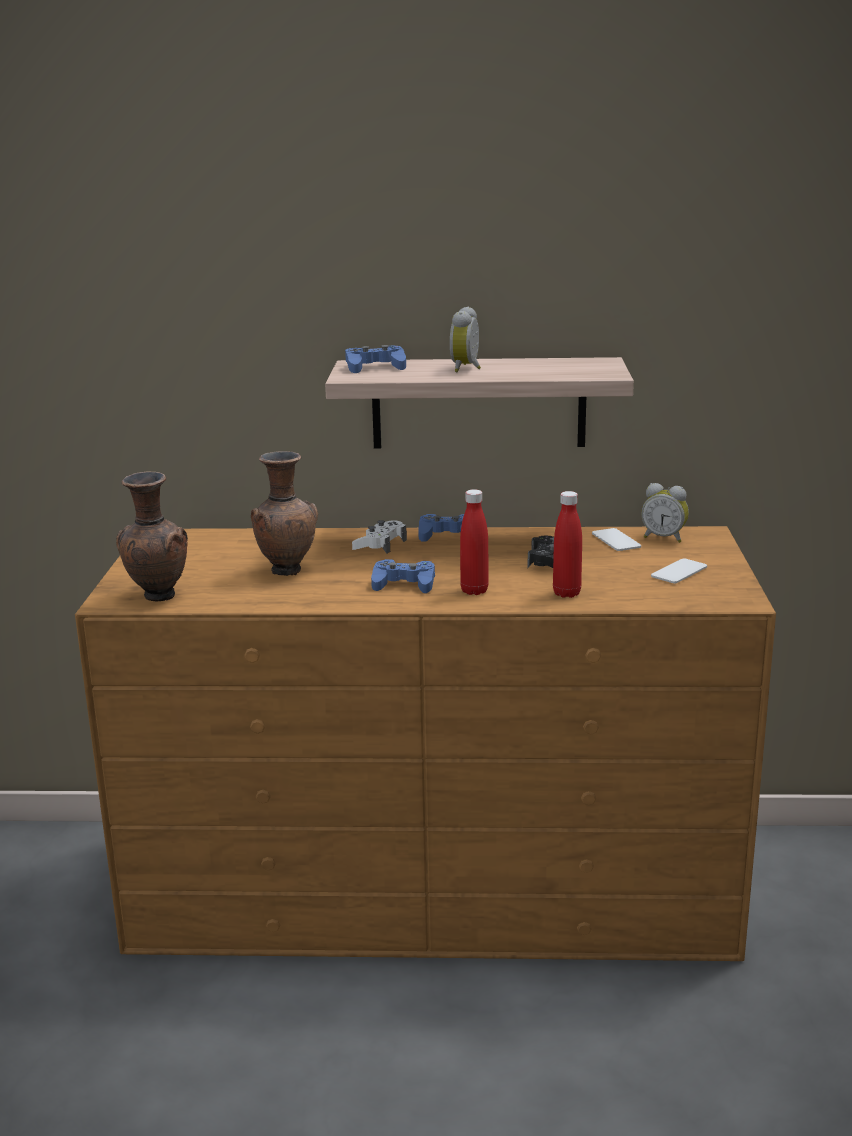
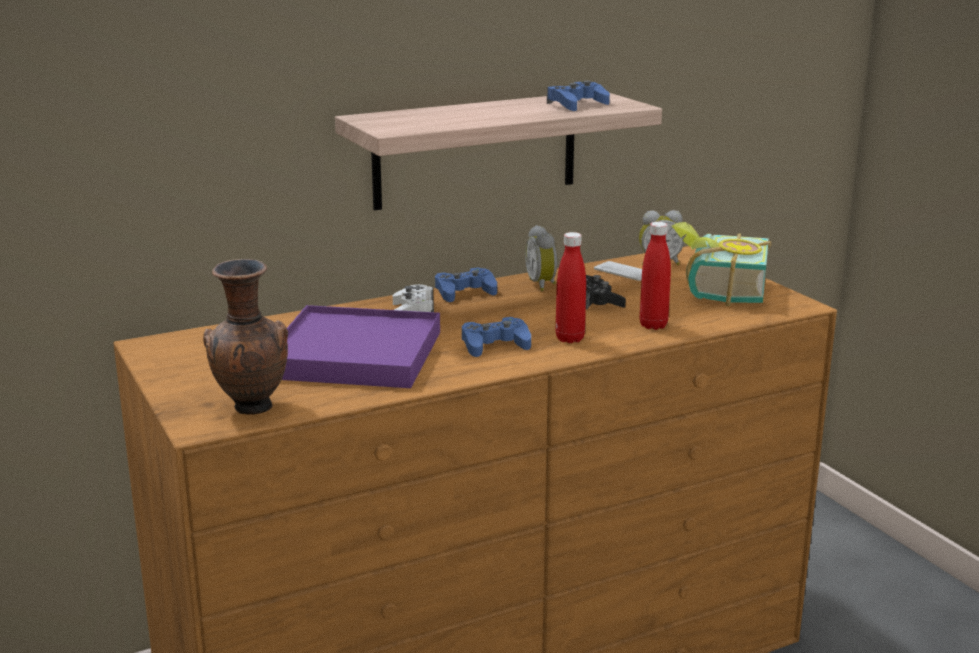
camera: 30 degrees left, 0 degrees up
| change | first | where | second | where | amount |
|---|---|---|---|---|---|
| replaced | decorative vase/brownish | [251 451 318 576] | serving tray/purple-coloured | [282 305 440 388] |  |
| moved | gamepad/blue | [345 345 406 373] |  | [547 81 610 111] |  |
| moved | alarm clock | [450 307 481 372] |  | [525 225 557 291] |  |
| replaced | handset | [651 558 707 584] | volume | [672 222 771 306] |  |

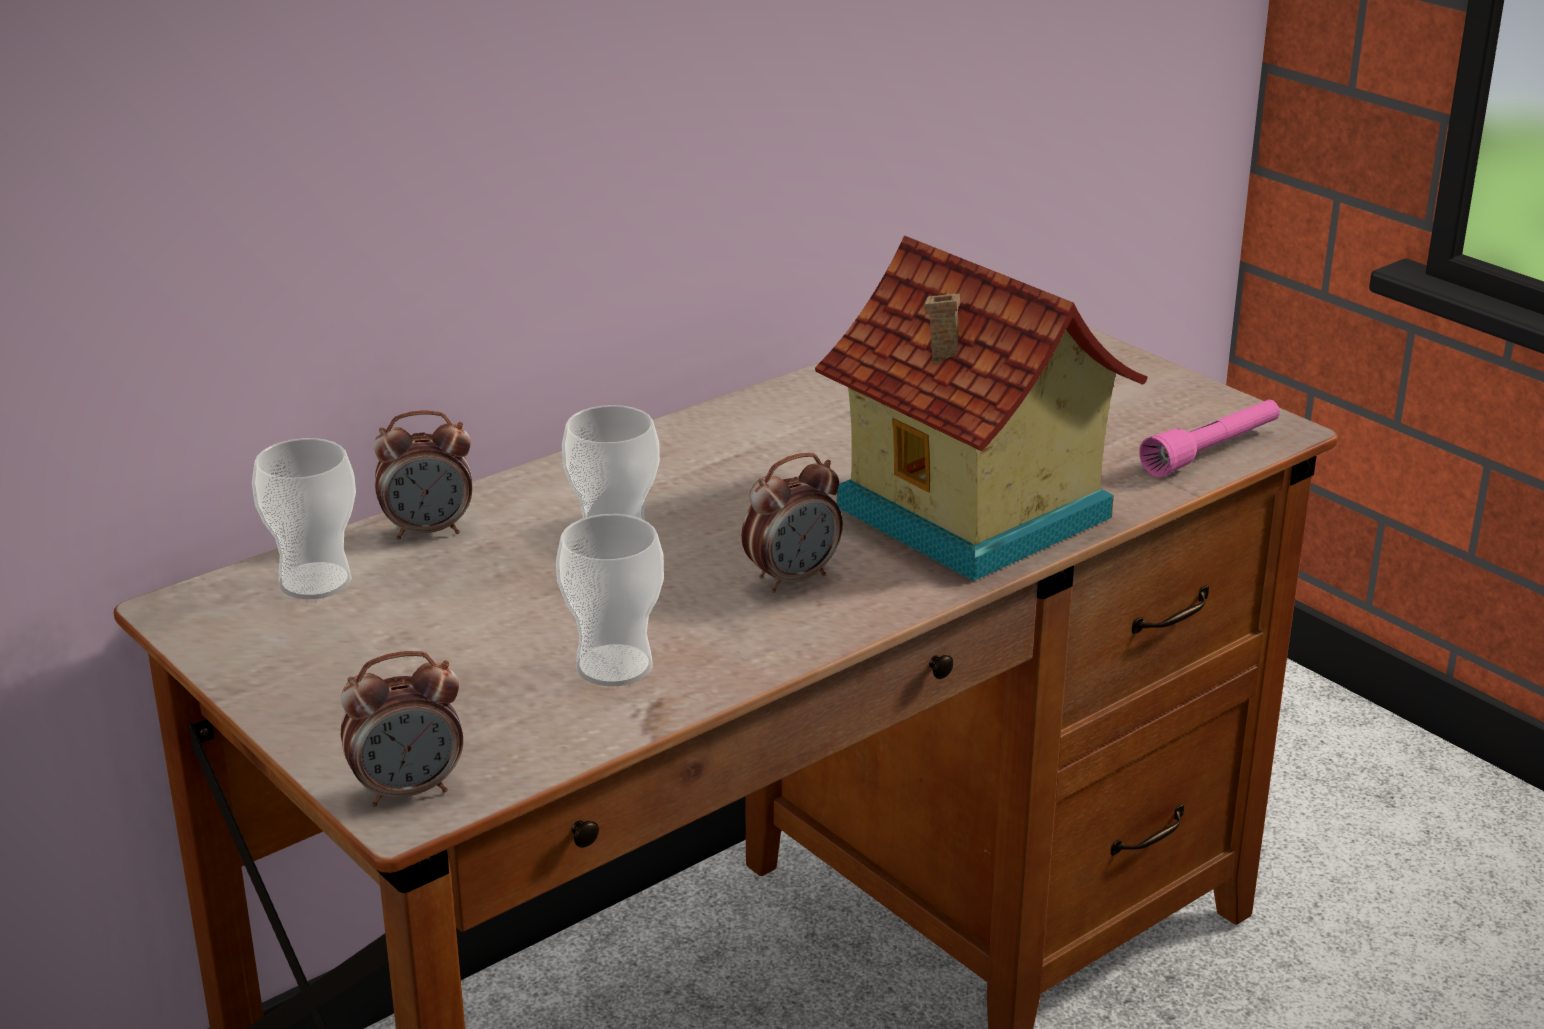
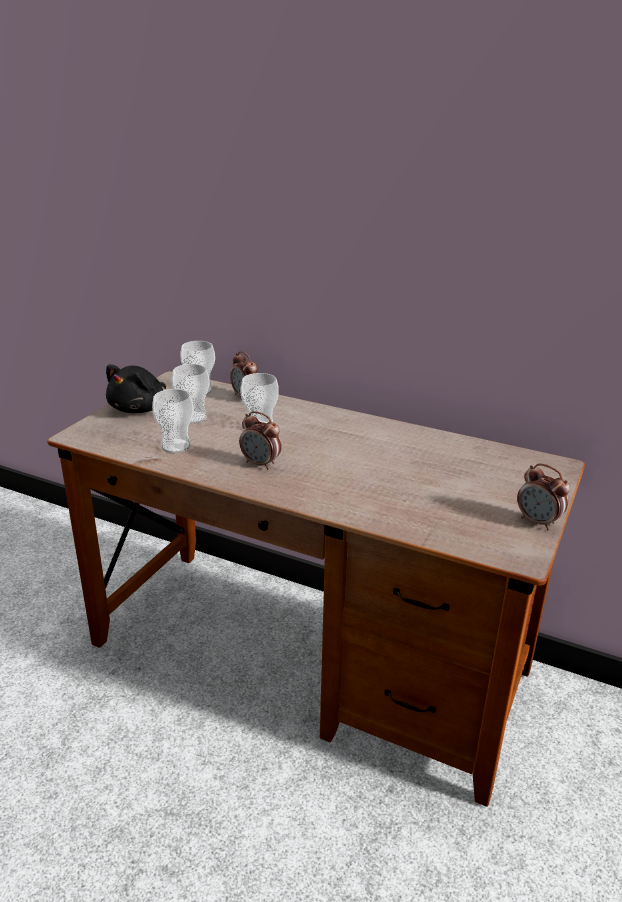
camera: 65 degrees right, 0 degrees up
| change | first | where | second | where | amount |
|---|---|---|---|---|---|
| moved | alarm clock | [341 651 463 807] |  | [517 464 570 530] |  |
| removed | model house | [815 235 1148 581] |  |  |  |
| removed | flashlight/pink | [1139 400 1280 477] |  |  |  |
| added |  |  | soft toy/black-coloured | [106 364 166 413] |  |
| added |  |  | drinking cup | [172 364 210 423] |  |

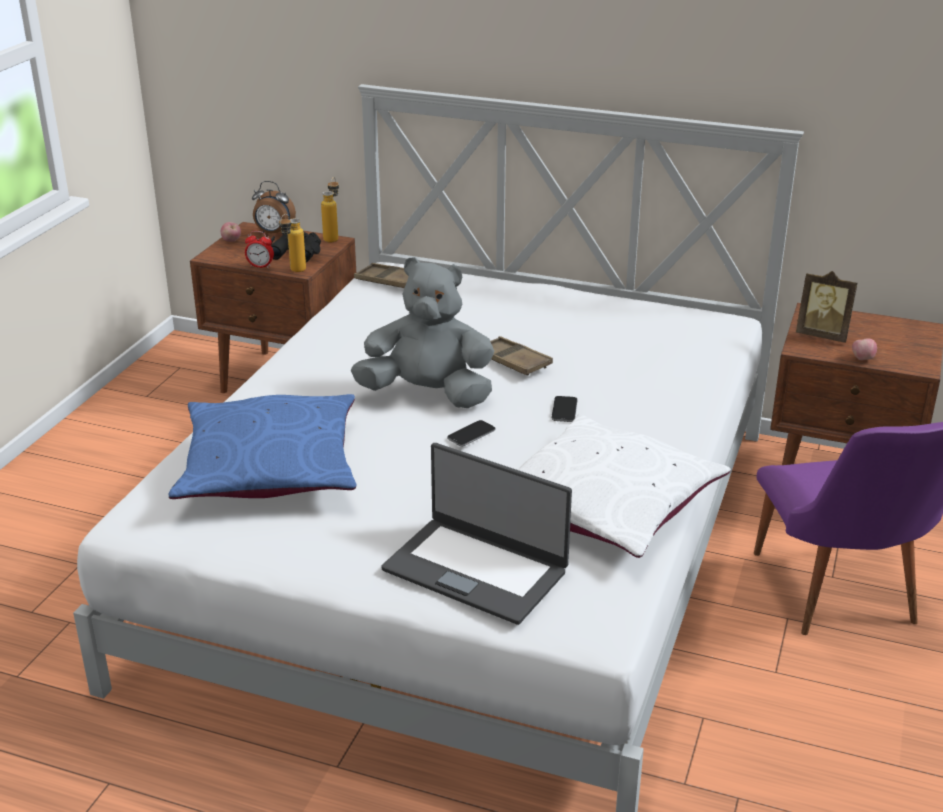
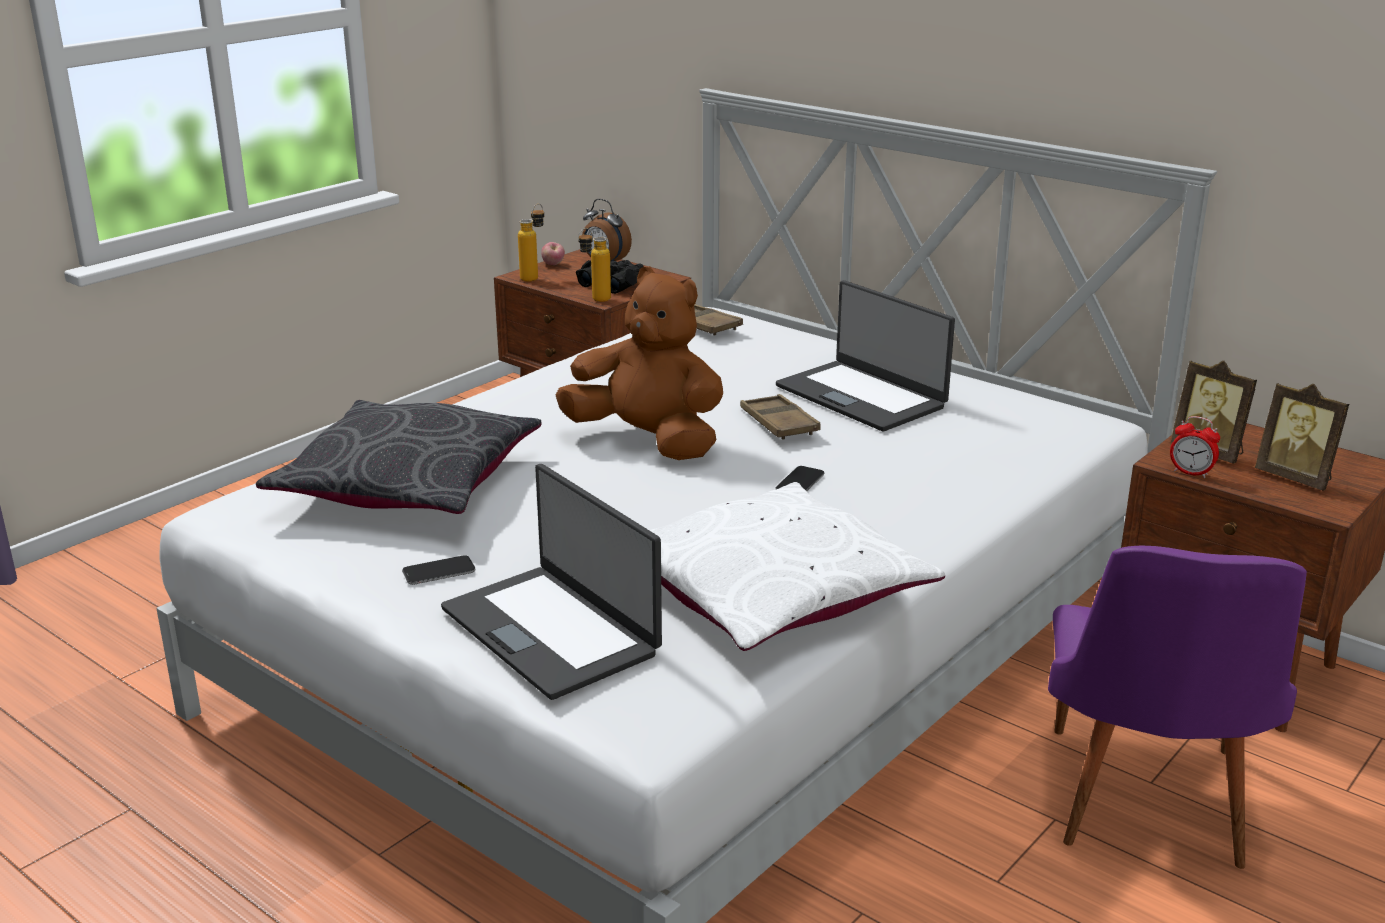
camera: 20 degrees right, 5 degrees down
| change | first | where | second | where | amount |
|---|---|---|---|---|---|
| recoloured | pillow/blue | [168 394 357 499] | pillow/grey | [256 400 542 514] |  |
| moved | alarm clock | [245 231 274 268] |  | [1170 416 1220 478] |  |
| moved | bottle | [321 177 339 243] |  | [518 204 544 282] |  |
| recoloured | soft toy/grey | [351 257 494 408] | soft toy/brownish | [556 266 723 460] |  |
| moved | handset | [447 420 495 446] |  | [402 555 475 585] |  |
| removed | apple fruit | [852 338 877 360] |  |  |  |
| added |  |  | laptop | [776 280 955 431] |  |
| added |  |  | standing frame | [1255 383 1349 491] |  |

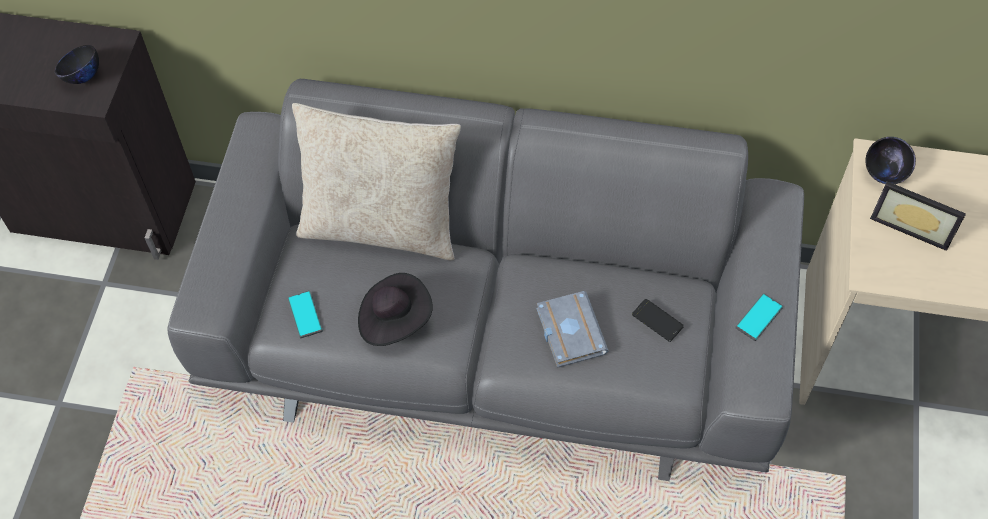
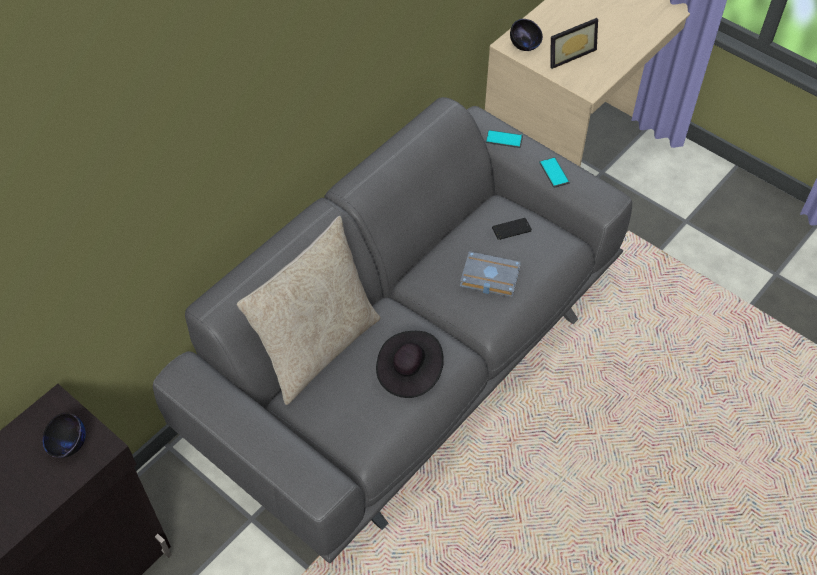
camera: 60 degrees left, 5 degrees down
| change | first | where | second | where | amount |
|---|---|---|---|---|---|
| moved | handset | [288 291 323 338] |  | [486 130 523 148] |  |

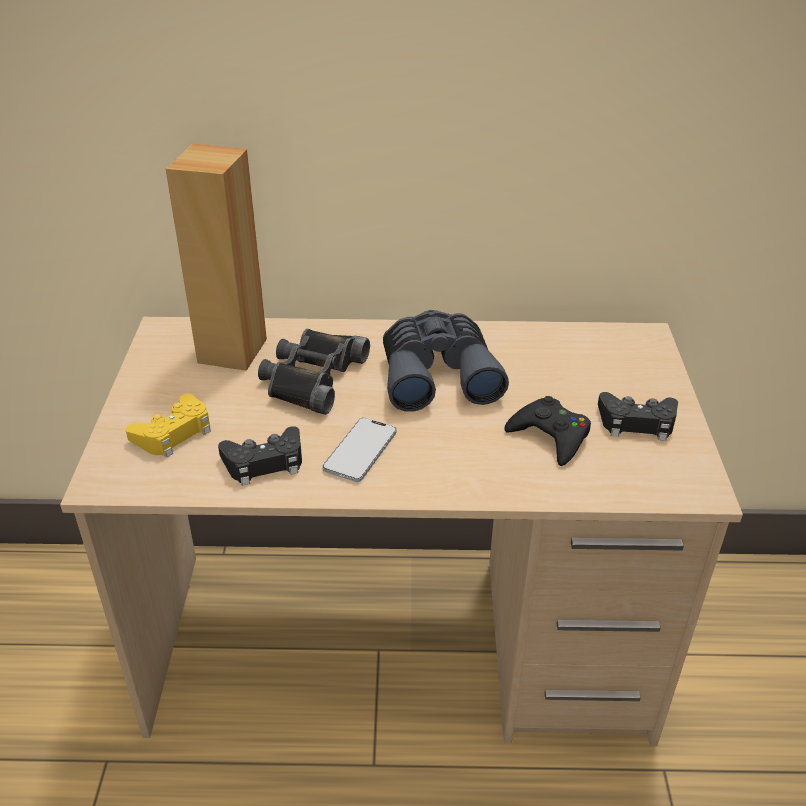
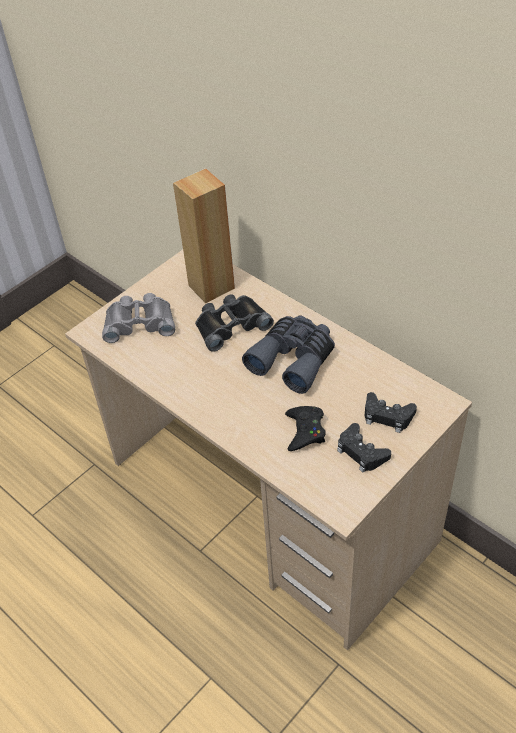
camera: 45 degrees right, 10 degrees up
| change | first | where | second | where | amount |
|---|---|---|---|---|---|
| replaced | gamepad/yellowish | [125 394 211 458] | binoculars/grey | [102 293 175 343] |  |
| moved | gamepad/black-coloured | [218 426 302 486] |  | [365 392 417 433] |  |
| removed | handset | [322 418 397 482] |  |  |  |

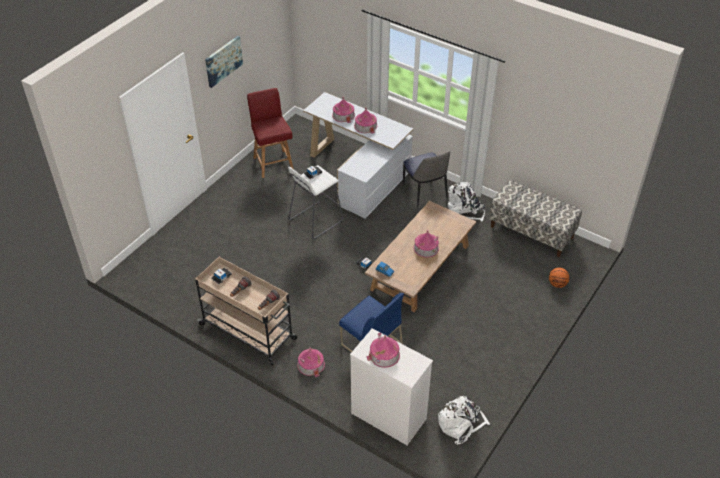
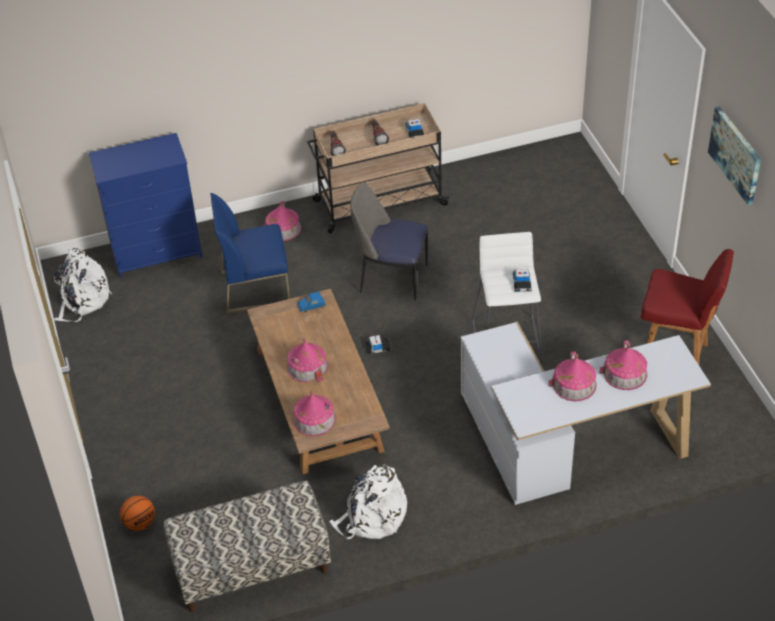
camera: 130 degrees right, 0 degrees up
| change | first | where | second | where | amount |
|---|---|---|---|---|---|
| recoloured | chest of drawers/whitish | [350 328 433 445] | chest of drawers/blue | [89 133 203 278] |  |
| moved | model house | [367 332 400 368] |  | [293 391 336 436] |  |
| moved | upright chair | [403 151 450 207] |  | [350 182 428 301] |  |

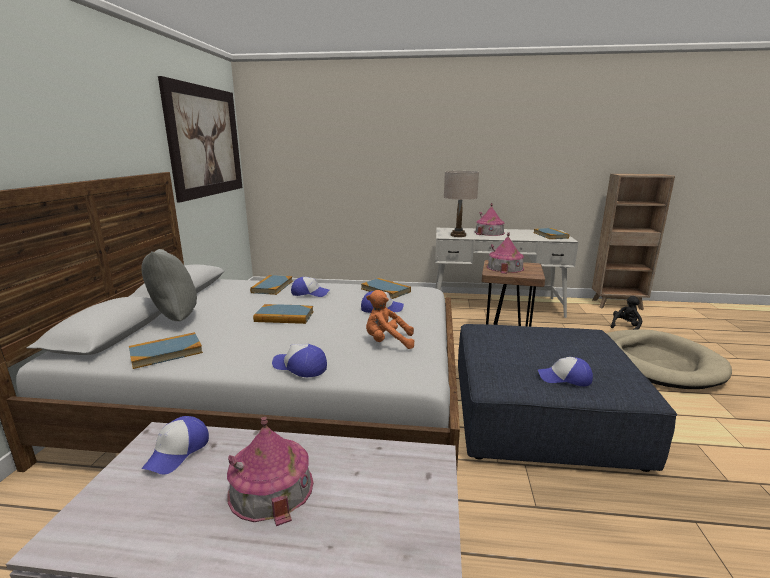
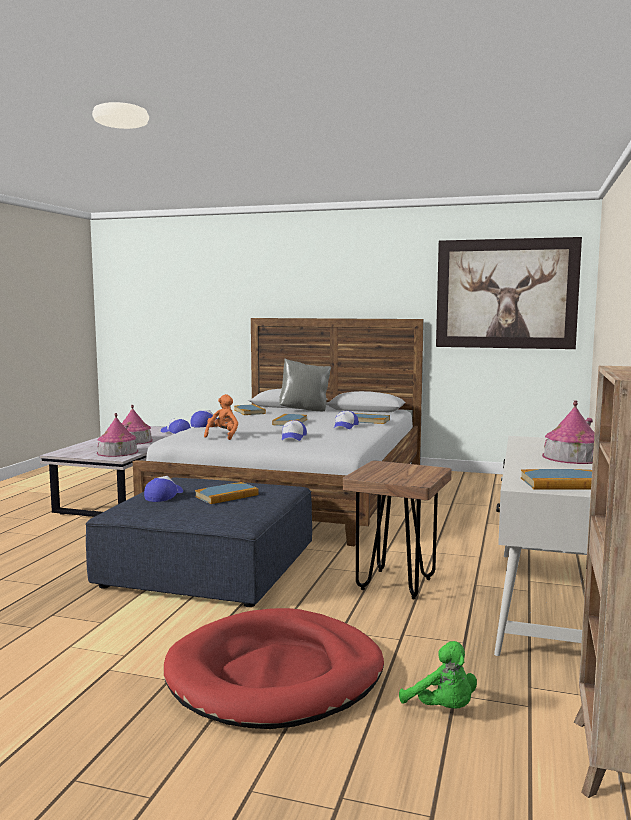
camera: 100 degrees right, 10 degrees down
| change | first | where | second | where | amount |
|---|---|---|---|---|---|
| moved | volume | [361 278 411 299] |  | [195 482 259 504] |  |
| removed | table lamp/beige-coloured | [444 171 479 237] |  |  |  |
| moved | model house | [487 232 524 274] |  | [97 413 138 457] |  |
| recoloured | dog bed/beige-coloured | [606 329 732 389] | dog bed/red | [164 608 384 729] |  |
| recoloured | soft toy/black-coloured | [611 296 642 330] | soft toy/greenish | [399 641 477 708] |  |

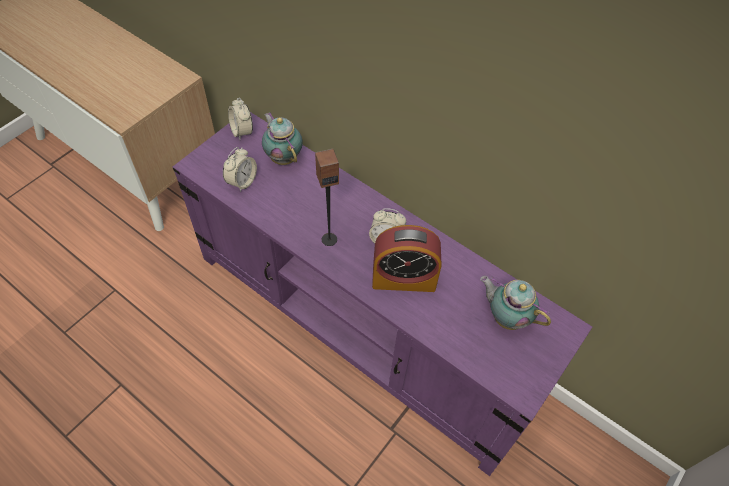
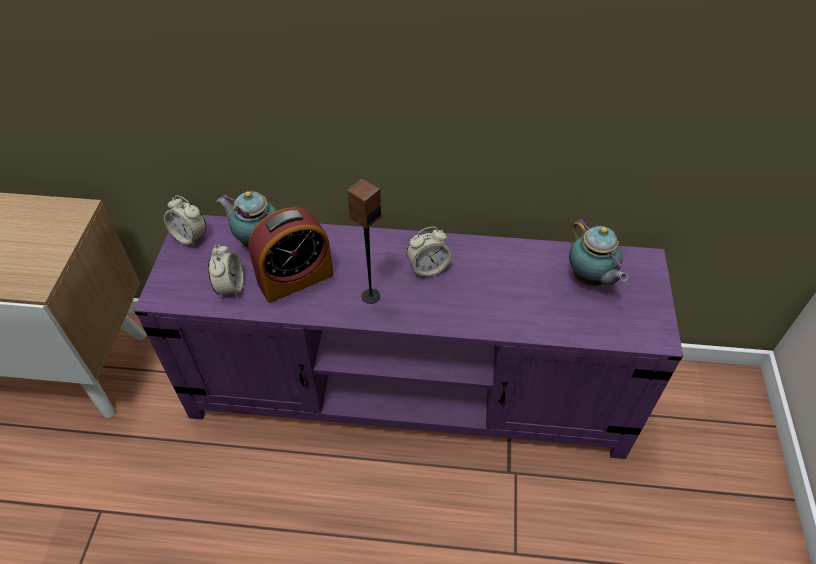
camera: 30 degrees left, 5 degrees down
| change | first | where | second | where | amount |
|---|---|---|---|---|---|
| moved | alarm clock | [372 225 441 292] |  | [248 207 333 303] |  |
| turned | tea pot | [480 276 551 330] |  | [569 218 628 286] | 120 degrees counterclockwise |

